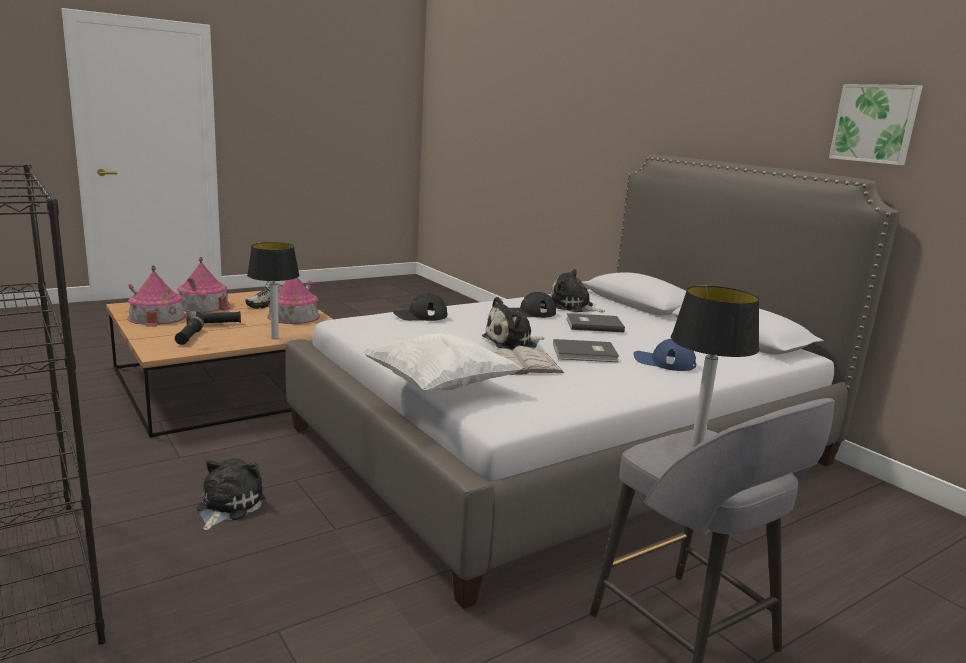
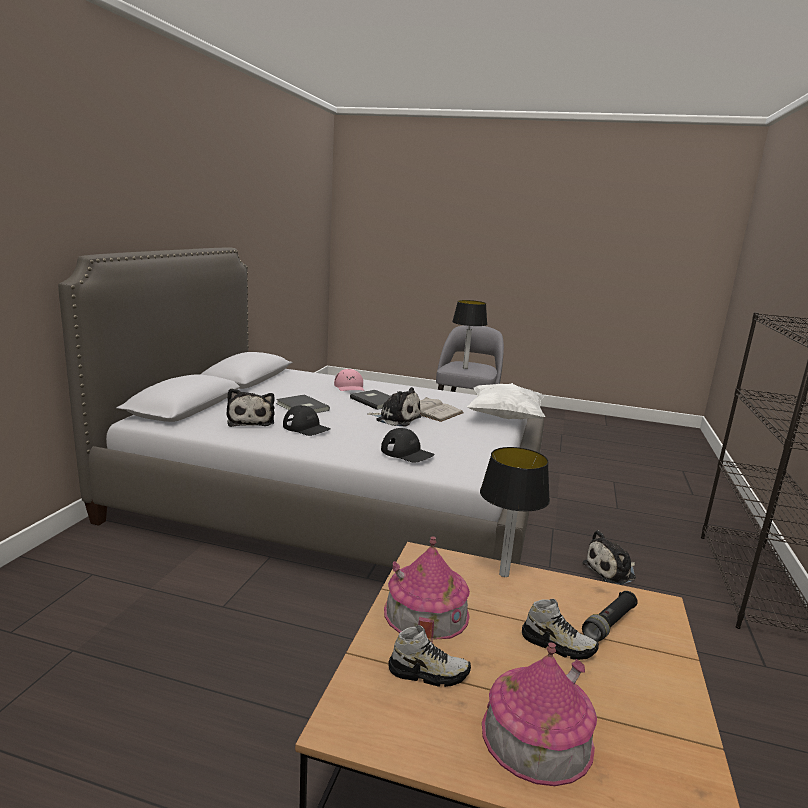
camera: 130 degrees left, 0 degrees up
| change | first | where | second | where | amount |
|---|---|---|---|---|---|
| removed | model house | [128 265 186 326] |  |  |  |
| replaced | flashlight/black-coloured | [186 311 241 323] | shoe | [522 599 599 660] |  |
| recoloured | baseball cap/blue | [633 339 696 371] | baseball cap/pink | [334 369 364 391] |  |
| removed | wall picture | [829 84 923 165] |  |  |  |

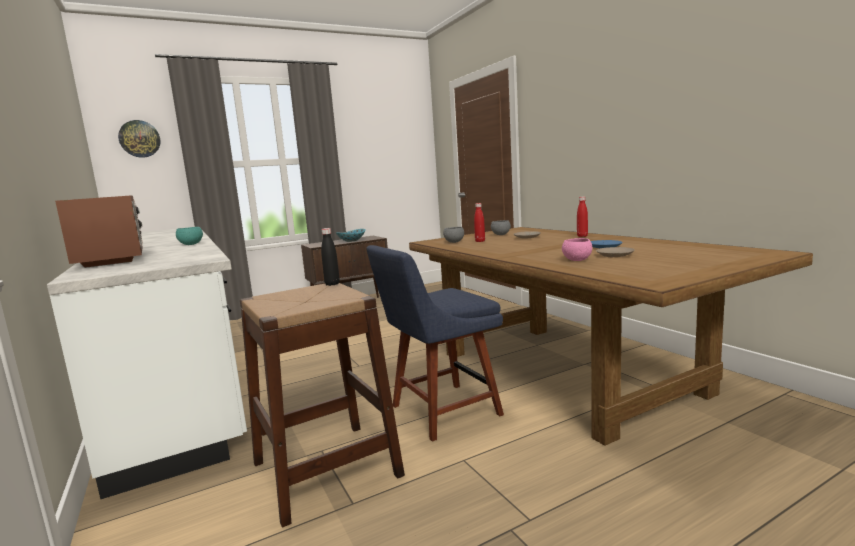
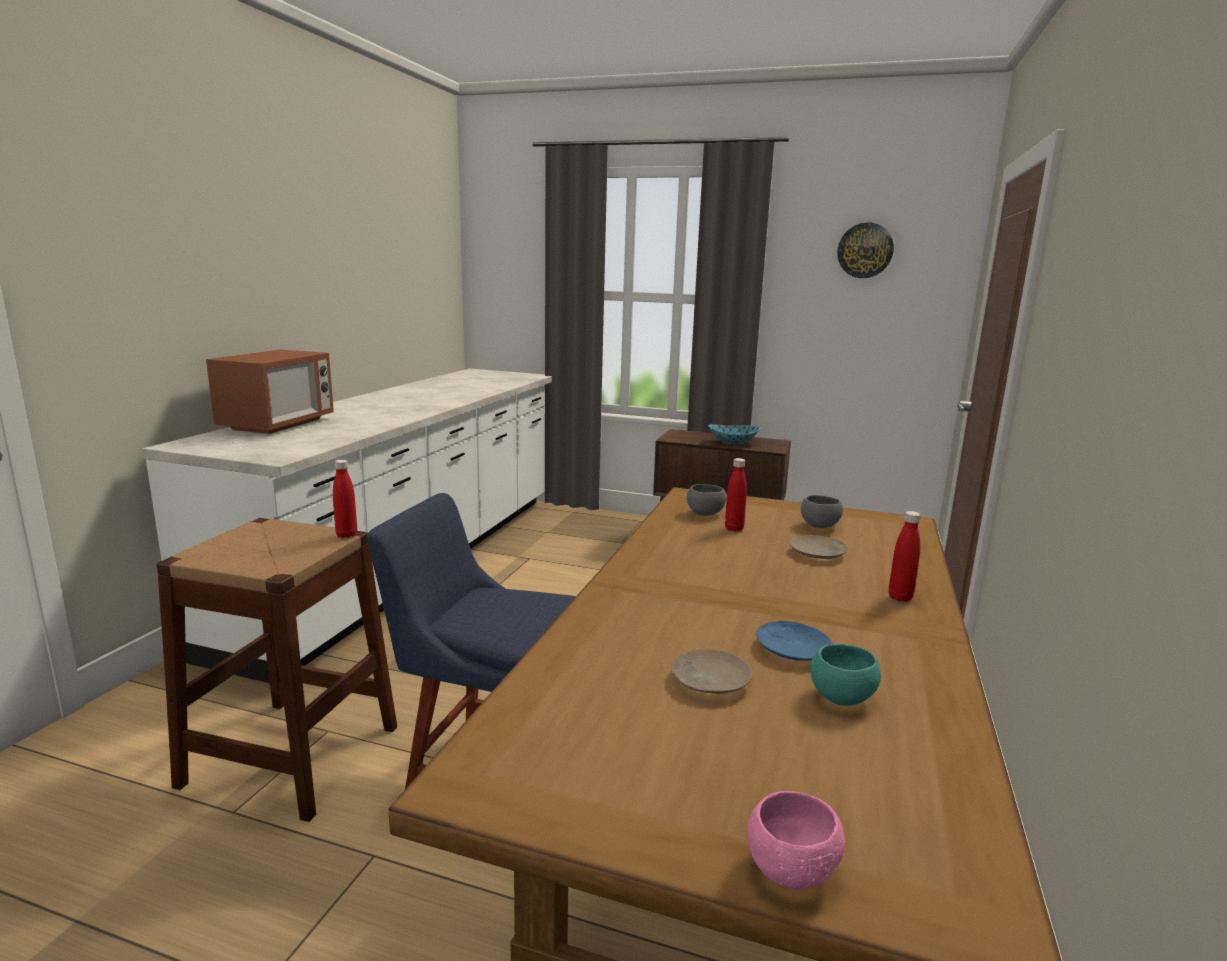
camera: 45 degrees right, 5 degrees up
| change | first | where | second | where | amount |
|---|---|---|---|---|---|
| moved | wall clock | [118 120 161 158] |  | [837 223 894 278] |  |
| moved | bowl/turquoise | [176 227 203 245] |  | [810 644 881 706] |  |
| recoloured | bottle/black-coloured | [321 228 340 286] | bottle/red | [333 460 357 538] |  |
| moved | bowl/pink | [562 238 592 261] |  | [747 791 845 889] |  |

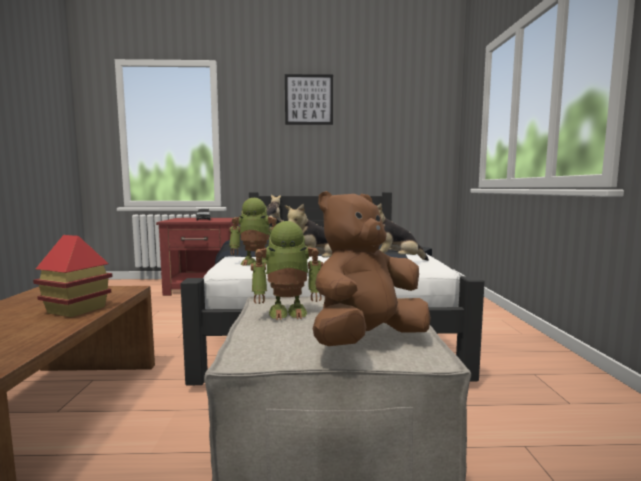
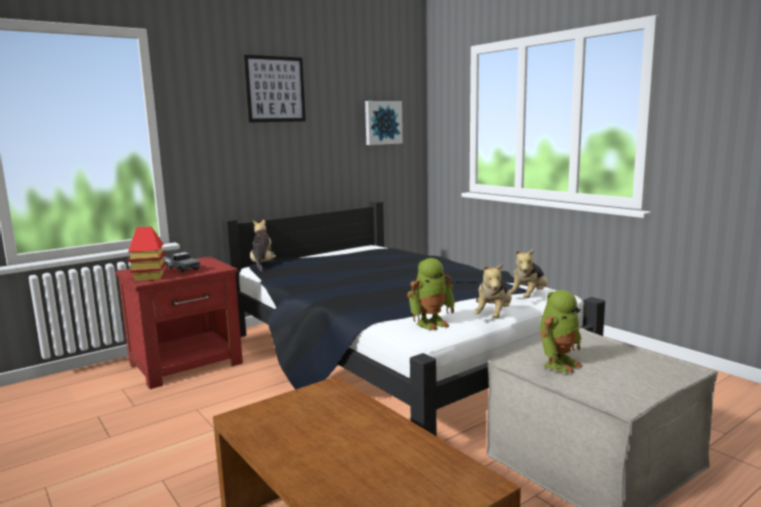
camera: 35 degrees left, 5 degrees up
| change | first | where | second | where | amount |
|---|---|---|---|---|---|
| moved | model house | [33 235 113 318] |  | [127 227 166 282] |  |
| removed | soft toy/brownish | [313 191 431 346] |  |  |  |
| added |  |  | wall picture | [365 101 403 145] |  |

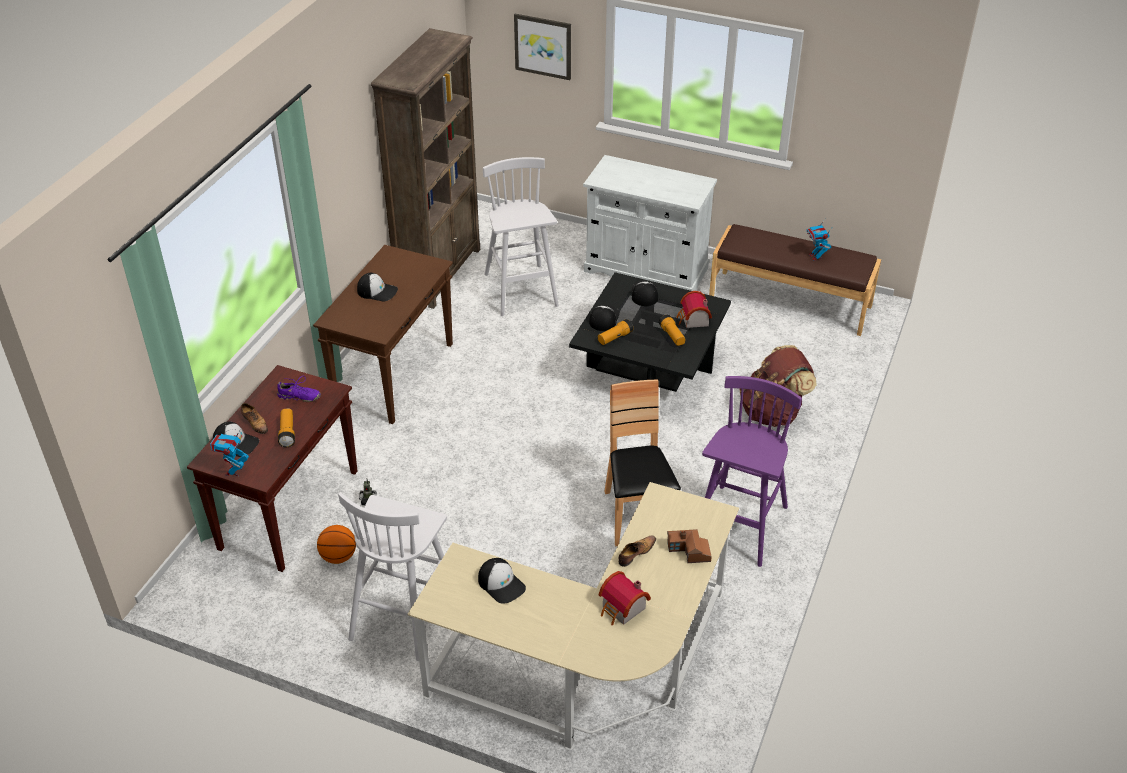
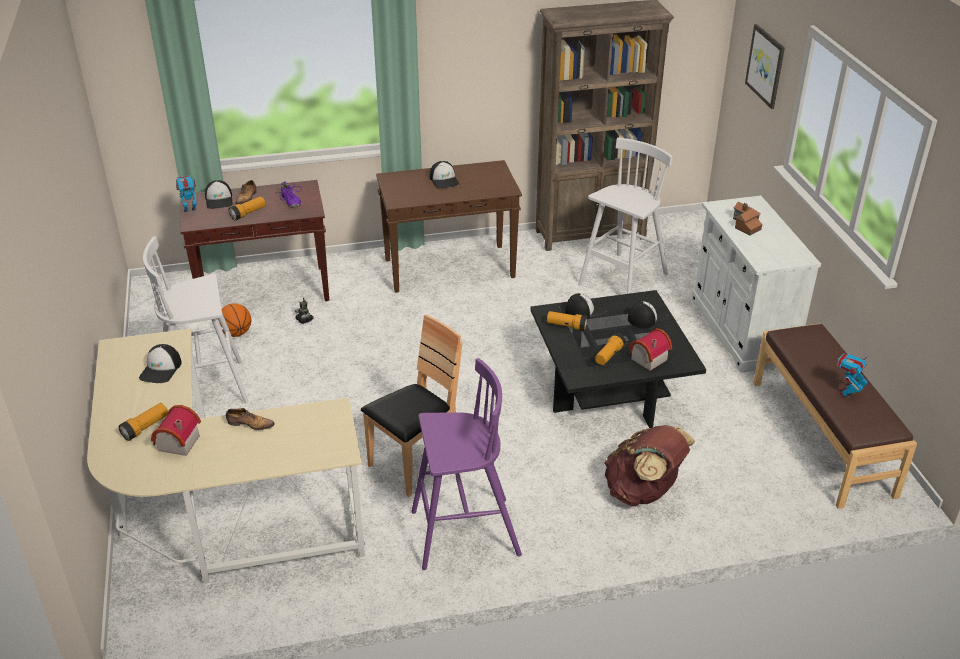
camera: 55 degrees right, 5 degrees down
| change | first | where | second | where | amount |
|---|---|---|---|---|---|
| moved | model house | [667 529 712 563] |  | [733 201 762 236] |  |
| added |  |  | flashlight | [119 403 168 441] |  |

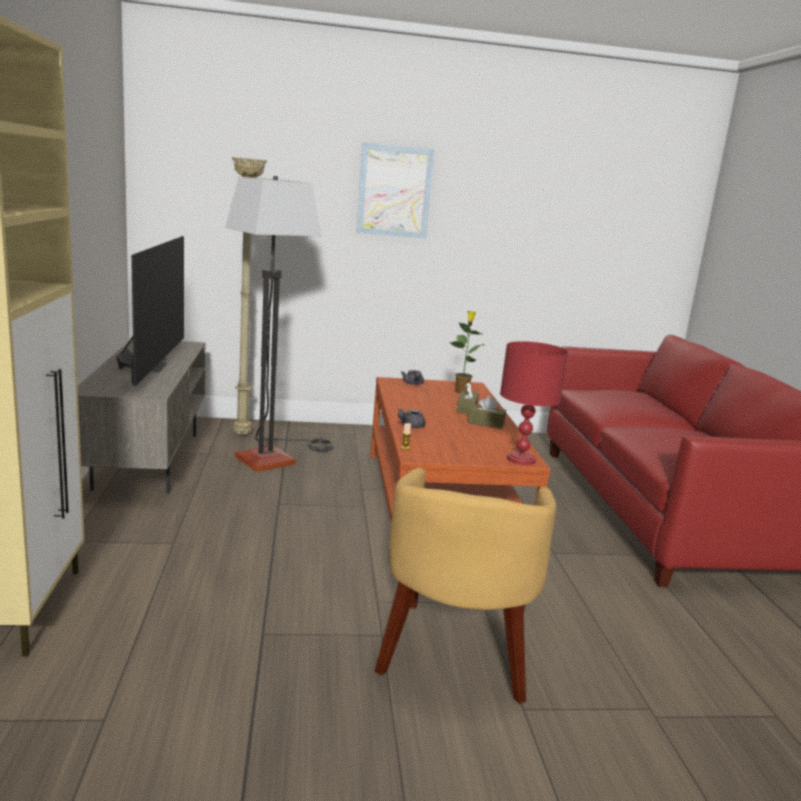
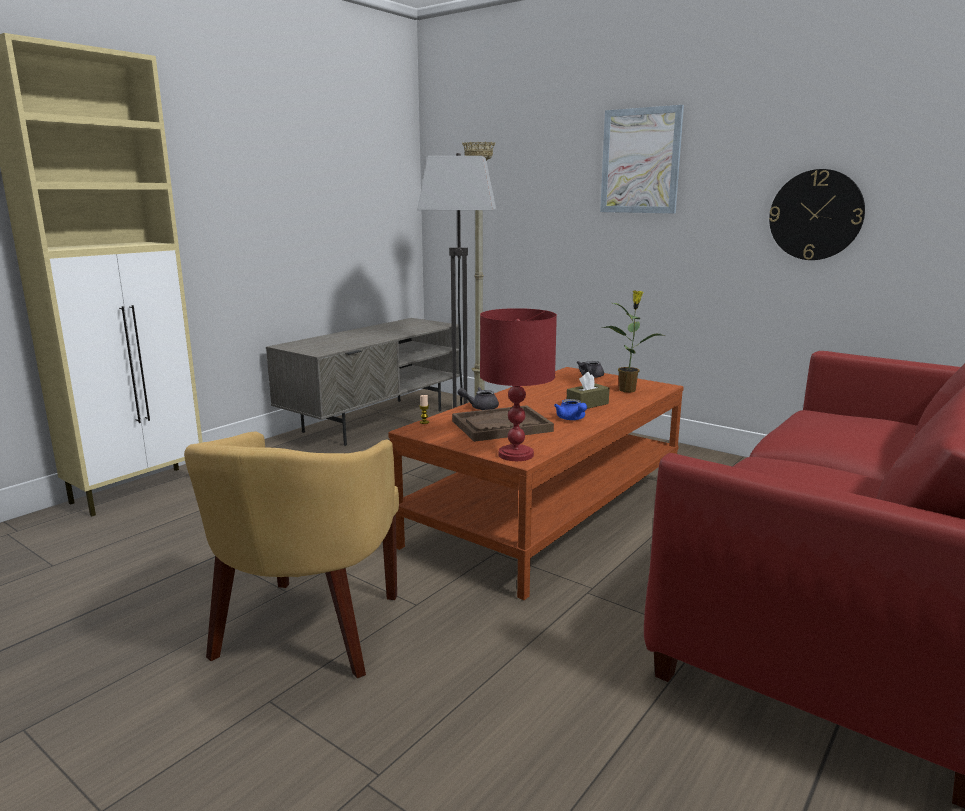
camera: 45 degrees right, 0 degrees up
| change | first | where | second | where | amount |
|---|---|---|---|---|---|
| removed | TV | [116 236 184 386] |  |  |  |
| turned | easy chair/yellowish | [375 467 556 704] |  | [184 431 399 678] | 45 degrees counterclockwise |
| replaced | box of tissues/brownish | [468 396 506 429] | tea pot/blue | [554 399 587 420] |  |
| added |  |  | serving tray/brownish | [452 405 554 442] |  |
| added |  |  | wall clock | [769 169 865 260] |  |

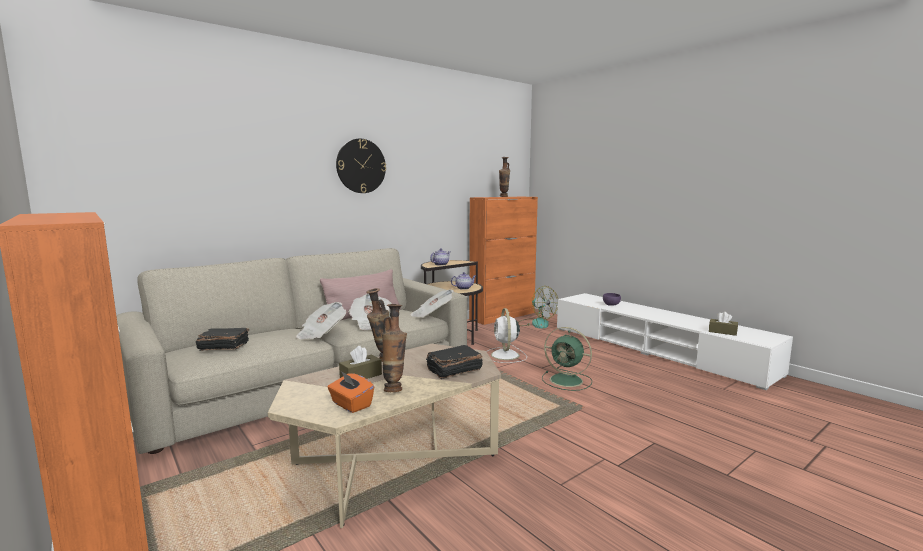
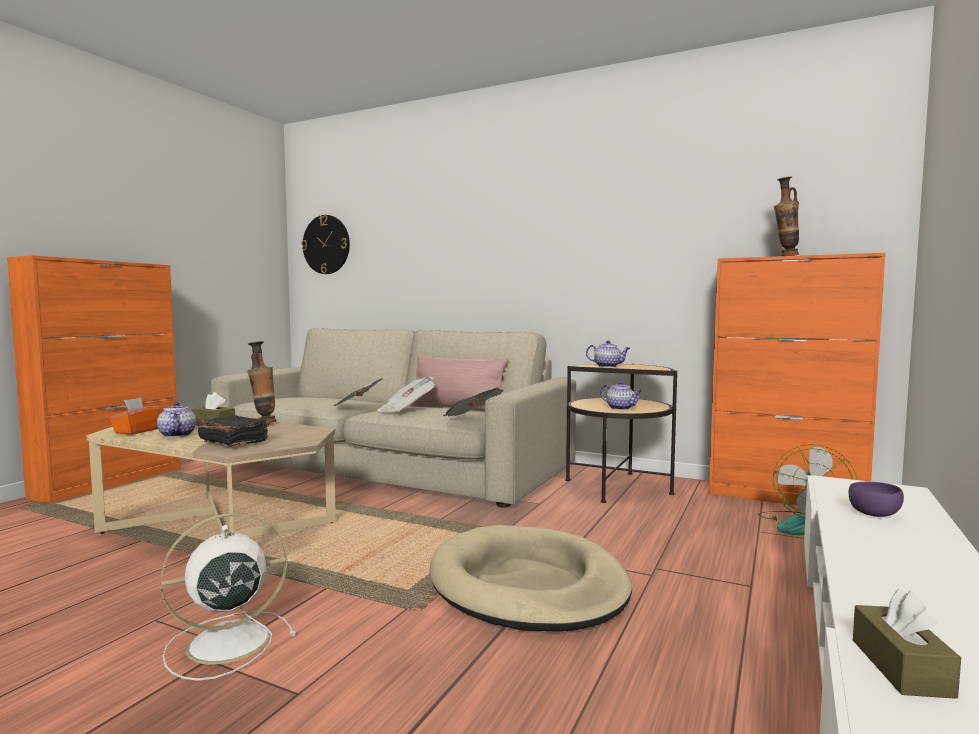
camera: 65 degrees right, 5 degrees down
| change | first | where | second | where | amount |
|---|---|---|---|---|---|
| removed | volume/black-coloured | [196 328 249 351] |  |  |  |
| moved | wall clock | [336 139 386 193] |  | [301 215 350 274] |  |
| replaced | decorative vase | [381 304 407 392] | tea pot | [157 402 196 437] |  |
| moved | fan/whitish | [486 308 527 363] |  | [160 513 296 681] |  |
| replaced | fan/greenish | [542 327 592 391] | dog bed/beige-coloured | [429 525 632 632] |  |

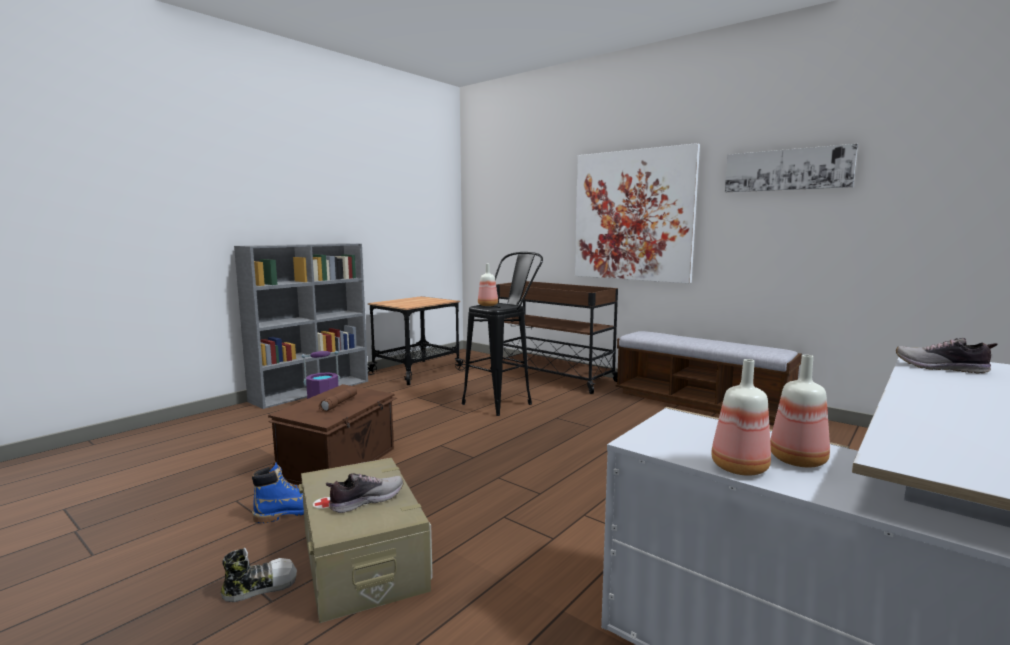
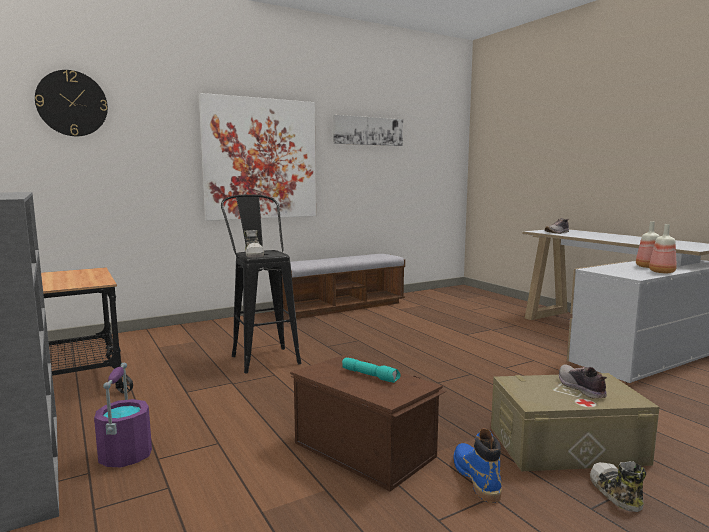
camera: 70 degrees left, 0 degrees up
| change | first | where | second | where | amount |
|---|---|---|---|---|---|
| recoloured | flashlight/brownish | [319 387 357 411] | flashlight/turquoise | [342 357 401 383] |  |
| replaced | bottle | [478 264 498 306] | shoe | [244 230 264 258] |  |
| removed | wheeled cart/brownish | [490 281 618 394] |  |  |  |
| added |  |  | wall clock | [35 70 108 136] |  |

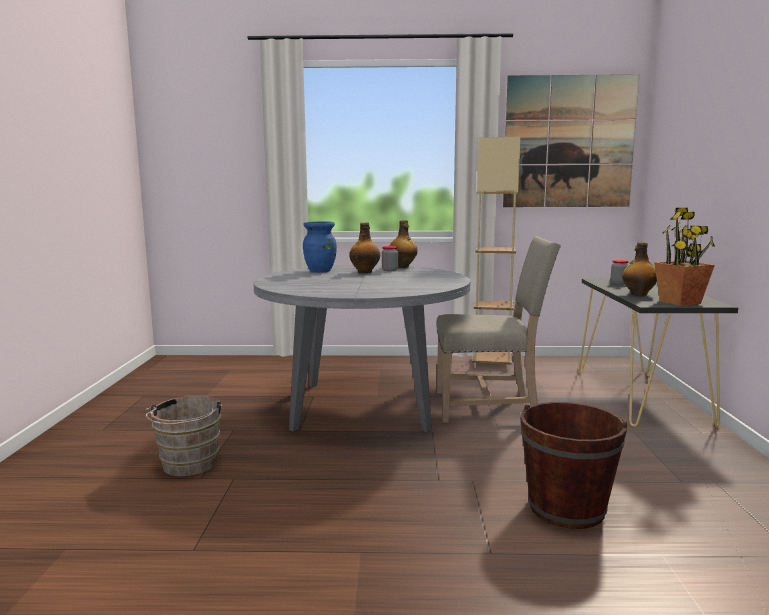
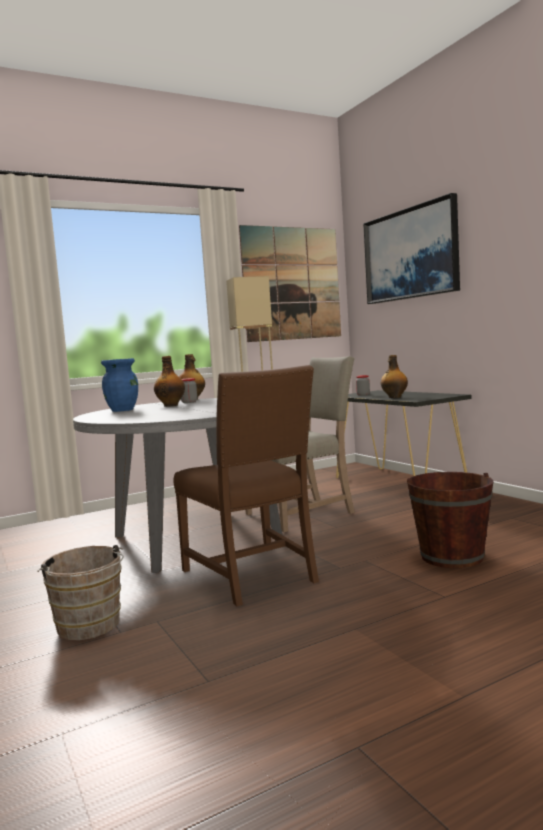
camera: 30 degrees left, 5 degrees down
| change | first | where | second | where | amount |
|---|---|---|---|---|---|
| removed | plant in a pot | [654 208 715 306] |  |  |  |
| added |  |  | upright chair/brownish | [174 365 319 606] |  |
| added |  |  | wall picture | [363 193 460 304] |  |

